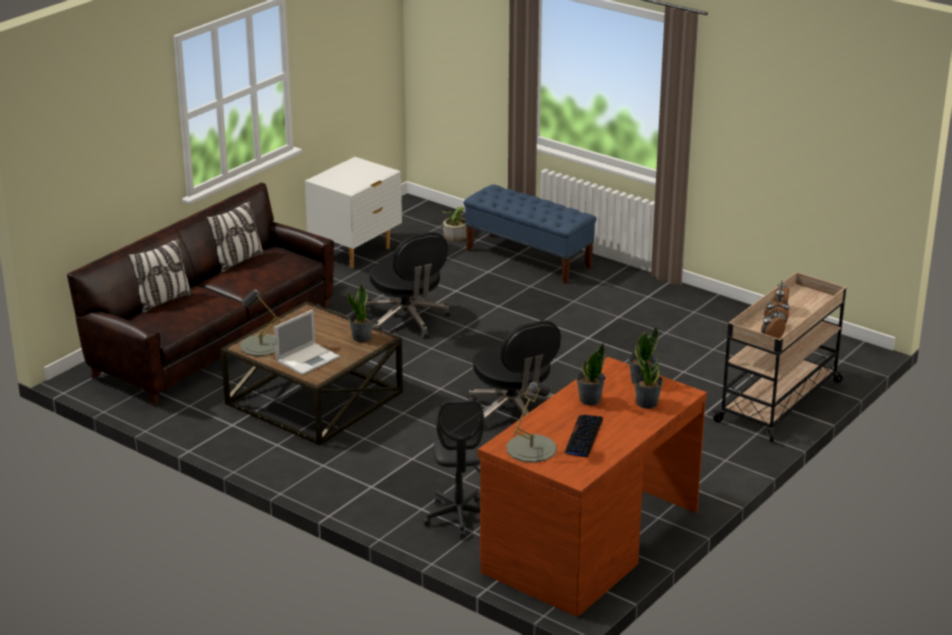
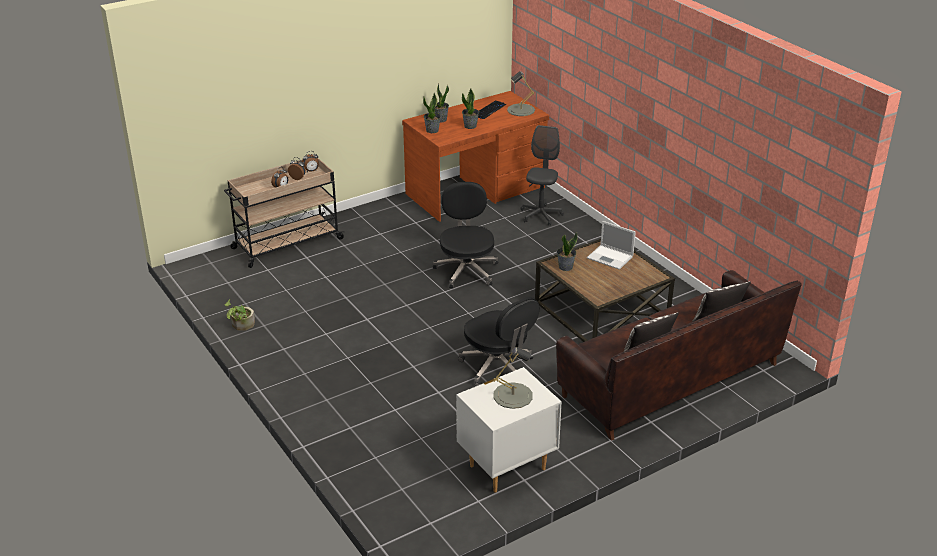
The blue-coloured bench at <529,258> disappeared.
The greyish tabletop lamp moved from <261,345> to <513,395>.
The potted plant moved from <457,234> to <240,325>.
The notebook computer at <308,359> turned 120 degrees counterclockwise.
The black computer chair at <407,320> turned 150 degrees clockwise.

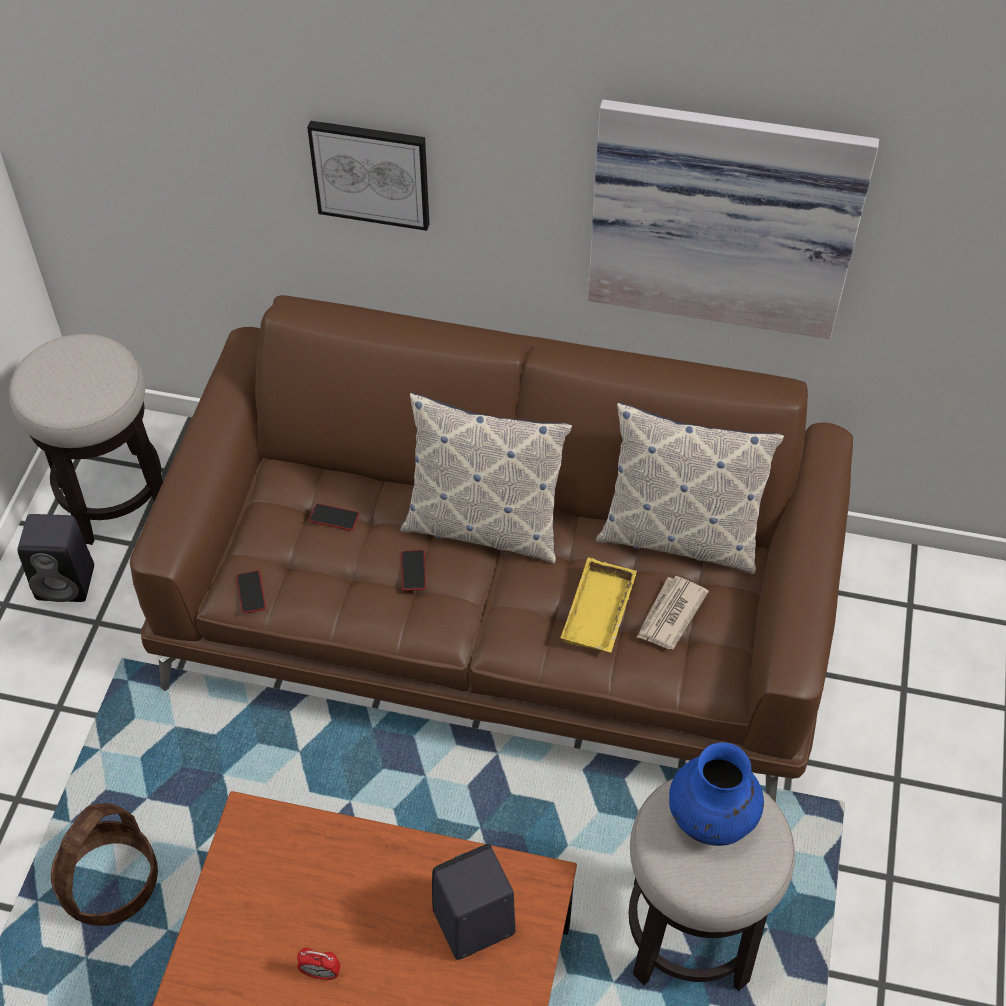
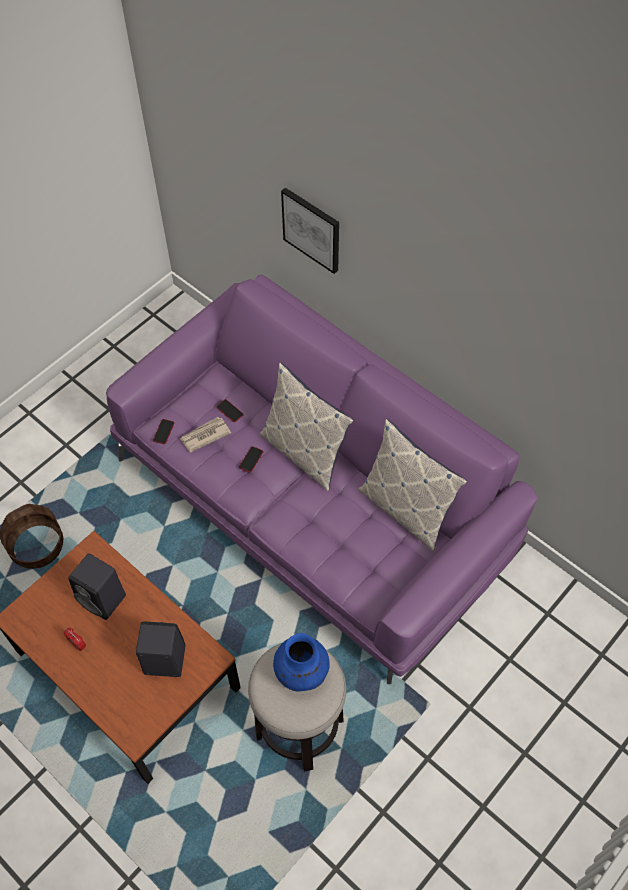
The sitting stool at <113,497> disappeared.
The yellow-coloured tray at <601,613> disappeared.
The wall picture at <724,215> disappeared.
The black audio speaker moved from <68,582> to <104,599>.
The daily paper moved from <670,615> to <205,435>.
The brownish sofa at <502,611> became the purple sofa at <314,502>.

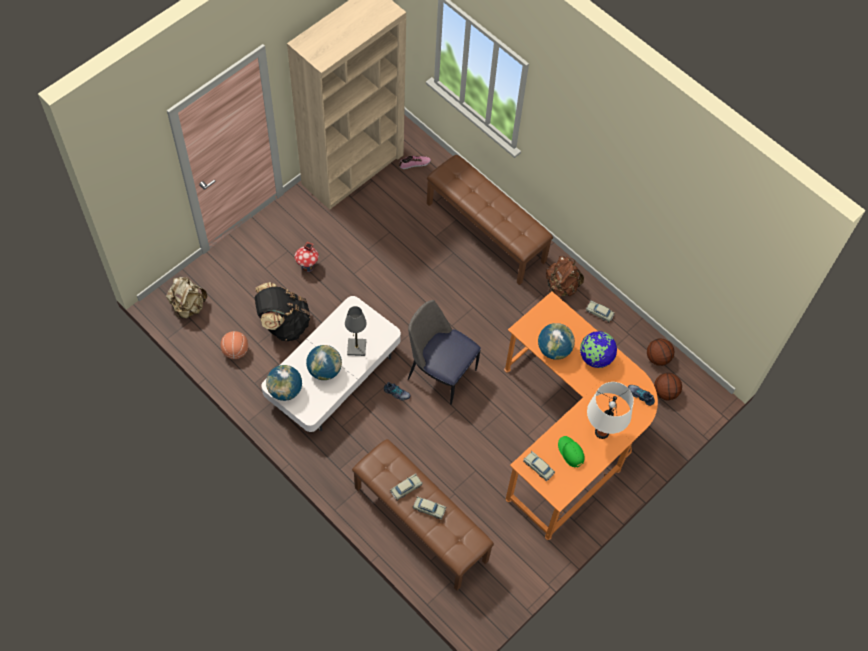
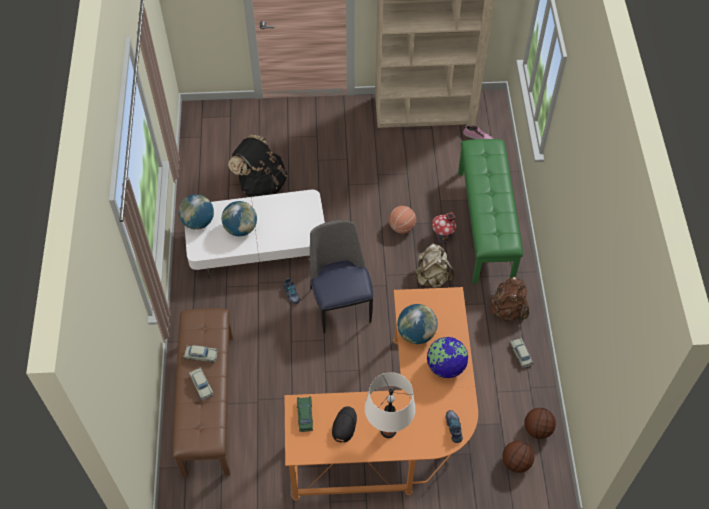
The greyish tabletop lamp at <356,347> disappeared.
The sand-coloured rucksack moved from <188,306> to <432,277>.
The basketball ball moved from <235,351> to <402,227>.
The model house moved from <307,266> to <442,236>.
The brownish bench at <486,232> became the greenish bench at <486,225>.
The sand-coloured miniature car at <538,467> became the greenish miniature car at <305,416>.
The greenish baseball cap at <570,452> became the black baseball cap at <344,425>.

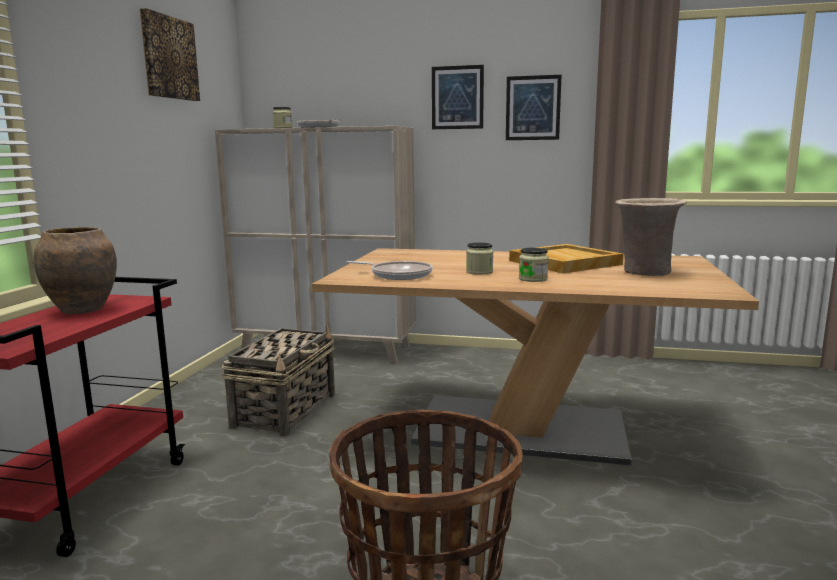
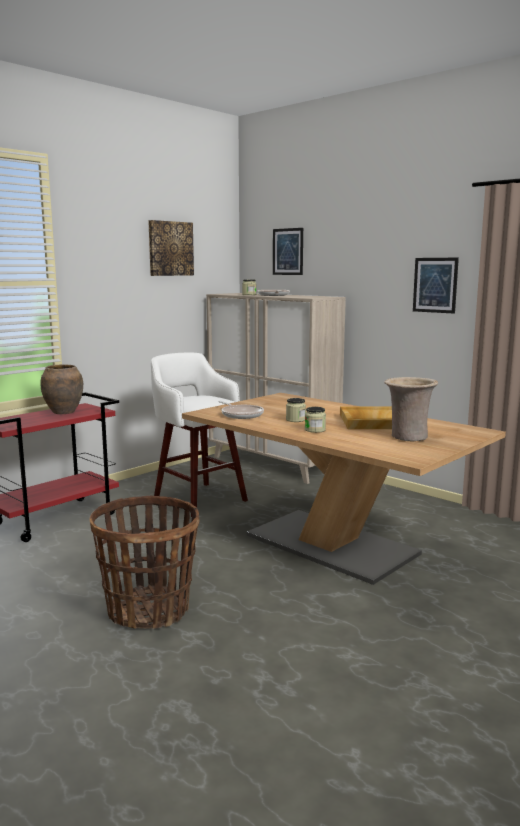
The wall picture moved from <457,97> to <288,251>.
The storage basket at <285,410> was replaced by the whitish sitting stool at <198,498>.

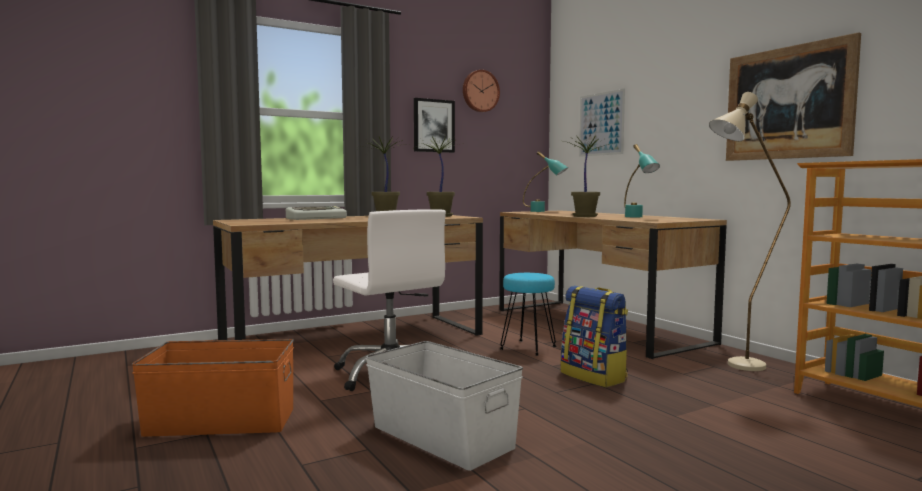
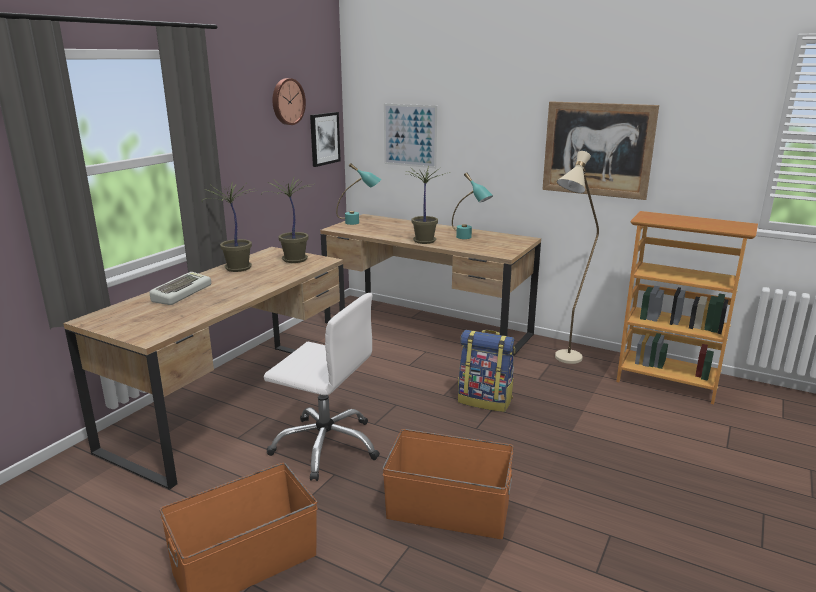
The turquoise-coloured sitting stool at <527,348> disappeared.
The wall picture moved from <433,126> to <324,138>.
The whitish storage box at <441,437> became the orange-coloured storage box at <448,511>.

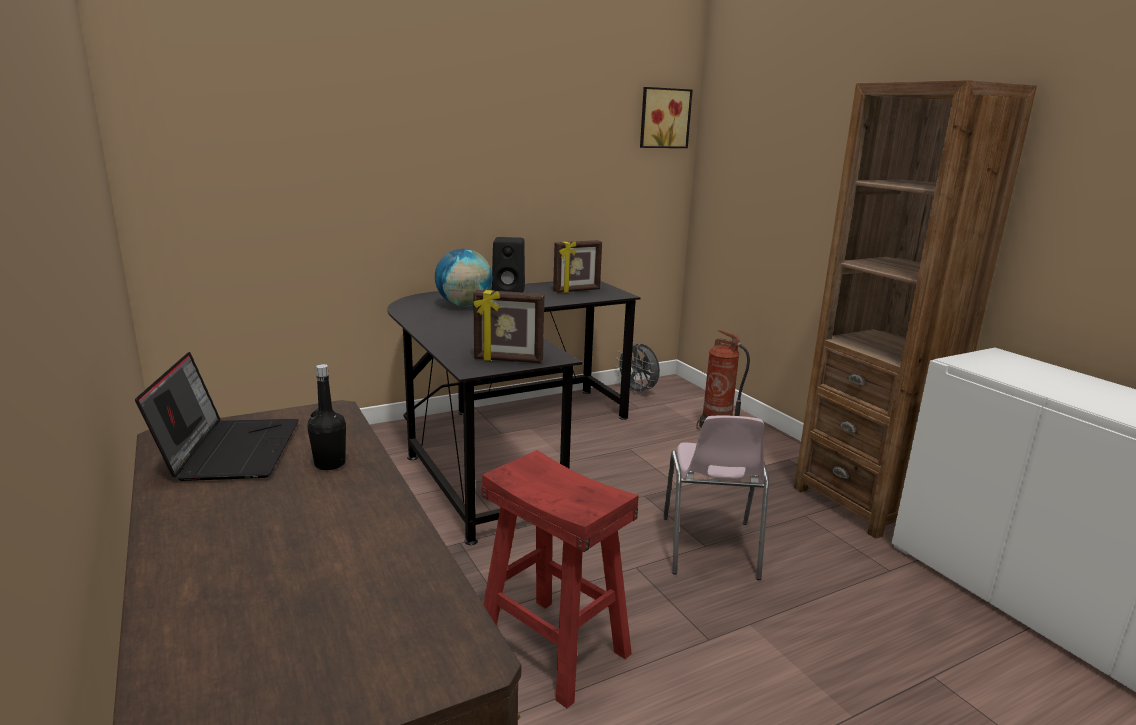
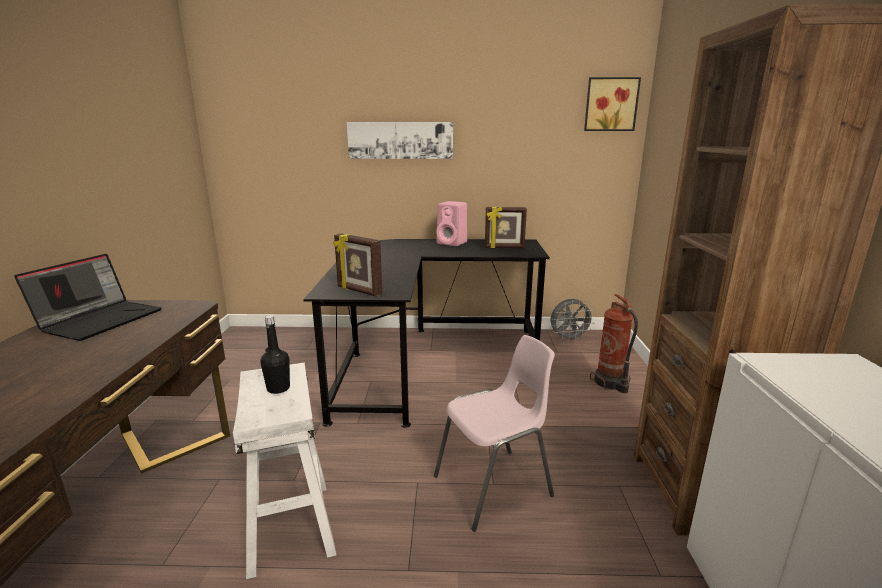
The globe at <464,305> disappeared.
The wall picture at <400,140> appeared.
The black bottle moved from <330,464> to <278,388>.
The red sitting stool at <554,647> became the whitish sitting stool at <291,525>.
The black audio speaker at <510,291> became the pink-coloured audio speaker at <453,243>.
The greyish cooling fan at <637,392> turned 90 degrees counterclockwise.
The pink-coloured plain chair at <709,548> turned 150 degrees counterclockwise.

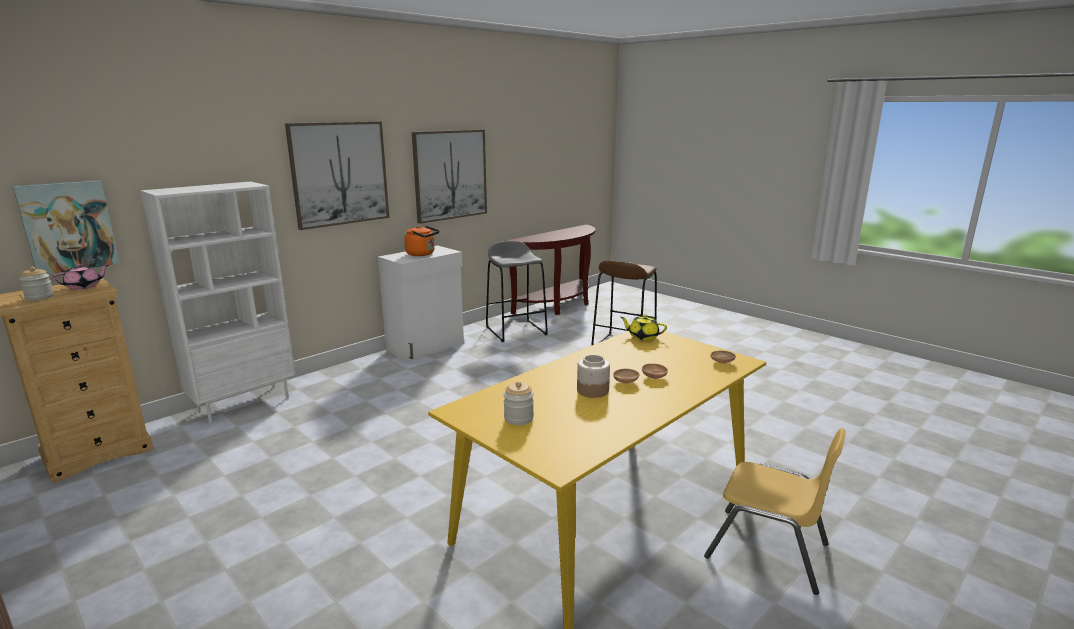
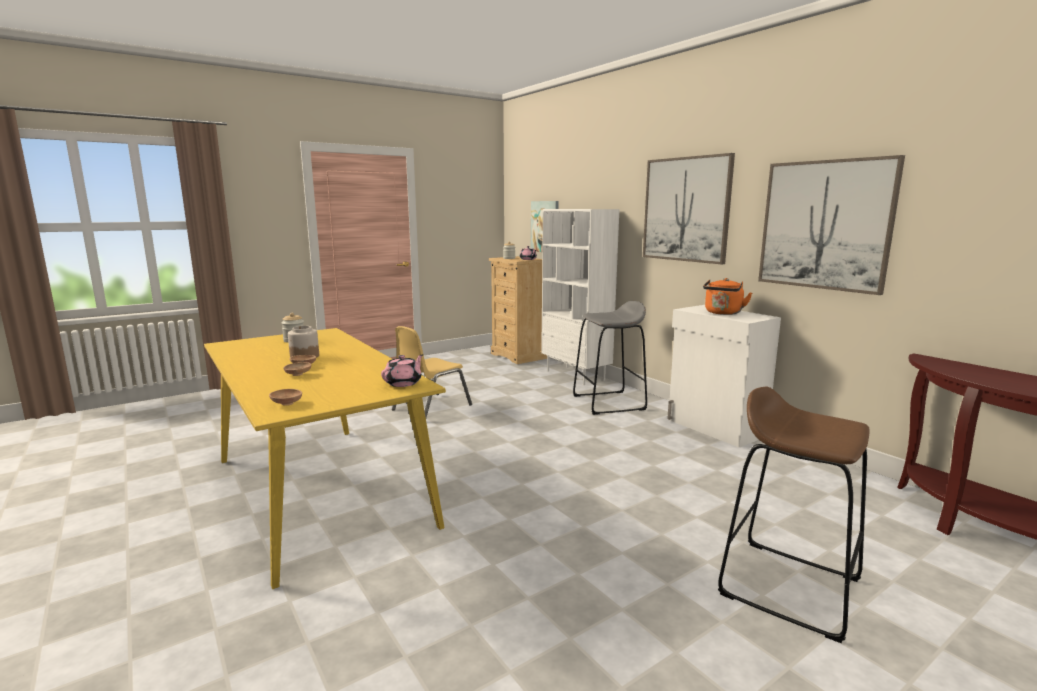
The greyish sitting stool moved from <516,330> to <609,402>.
The yellow-coloured plain chair moved from <767,550> to <431,407>.
The yellow-coloured teapot at <642,336> became the pink-coloured teapot at <403,383>.

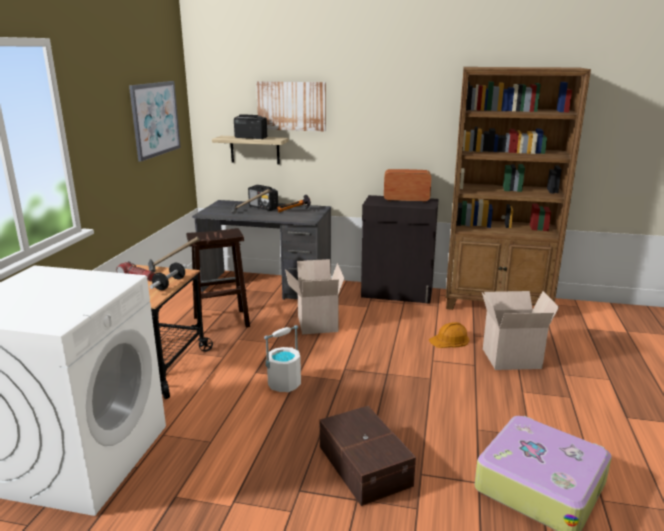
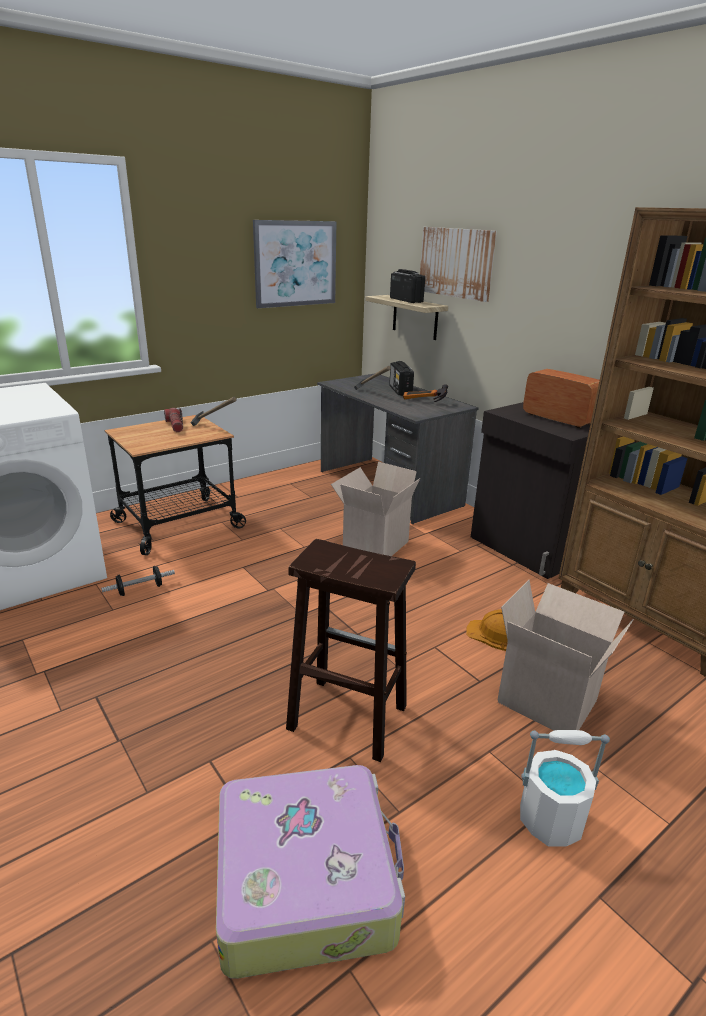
The brownish storage box at <365,464> disappeared.
The hand weight moved from <169,284> to <140,589>.
The brownish sitting stool moved from <220,322> to <345,717>.
The whitish water bucket moved from <284,384> to <551,819>.

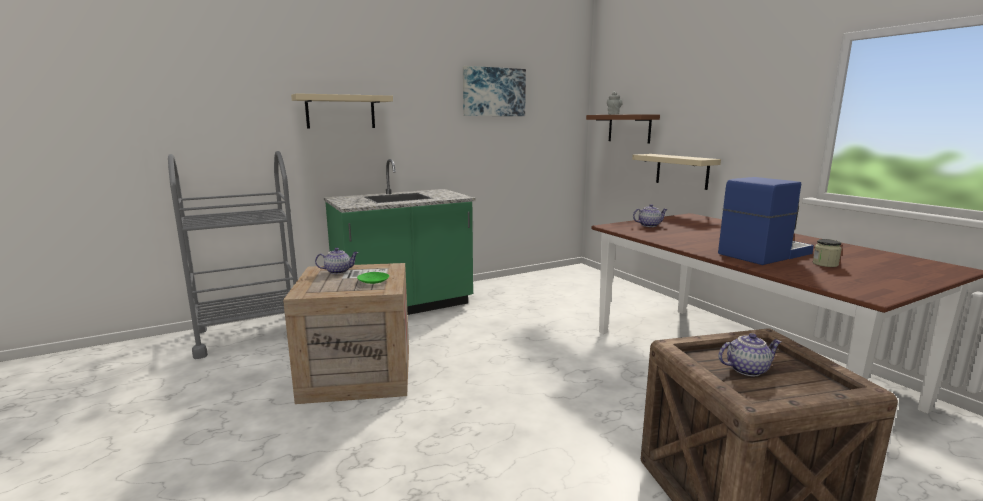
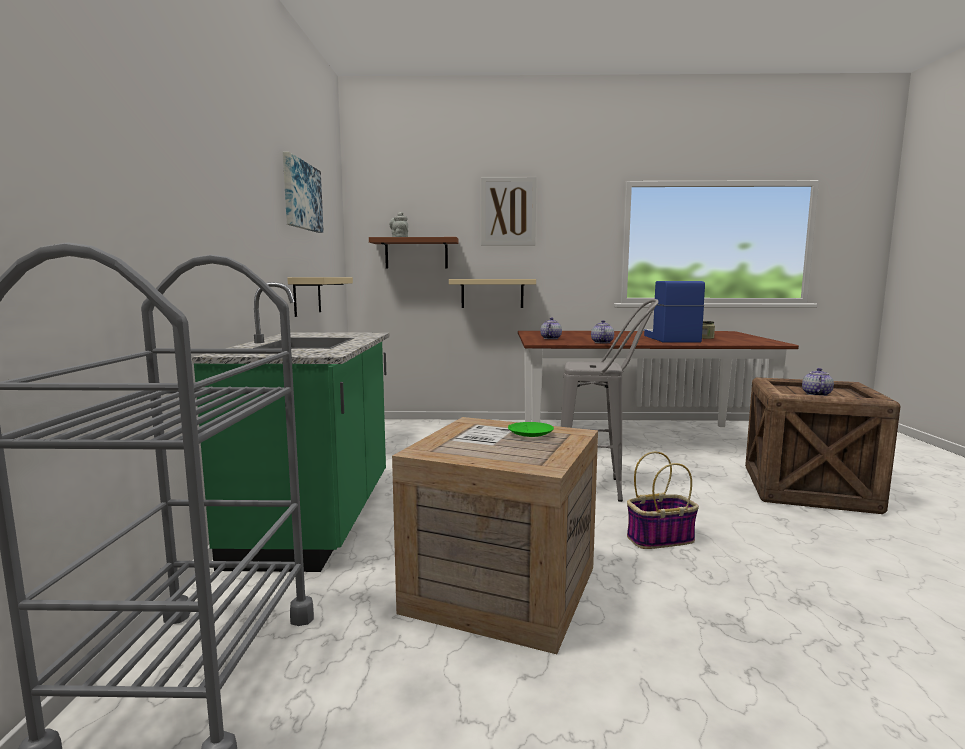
The wall picture at <508,211> appeared.
The greyish sitting stool at <602,489> appeared.
The storage basket at <660,538> appeared.
The sand-coloured bracket shelf moved from <340,112> to <307,295>.
The teapot moved from <338,271> to <601,342>.

